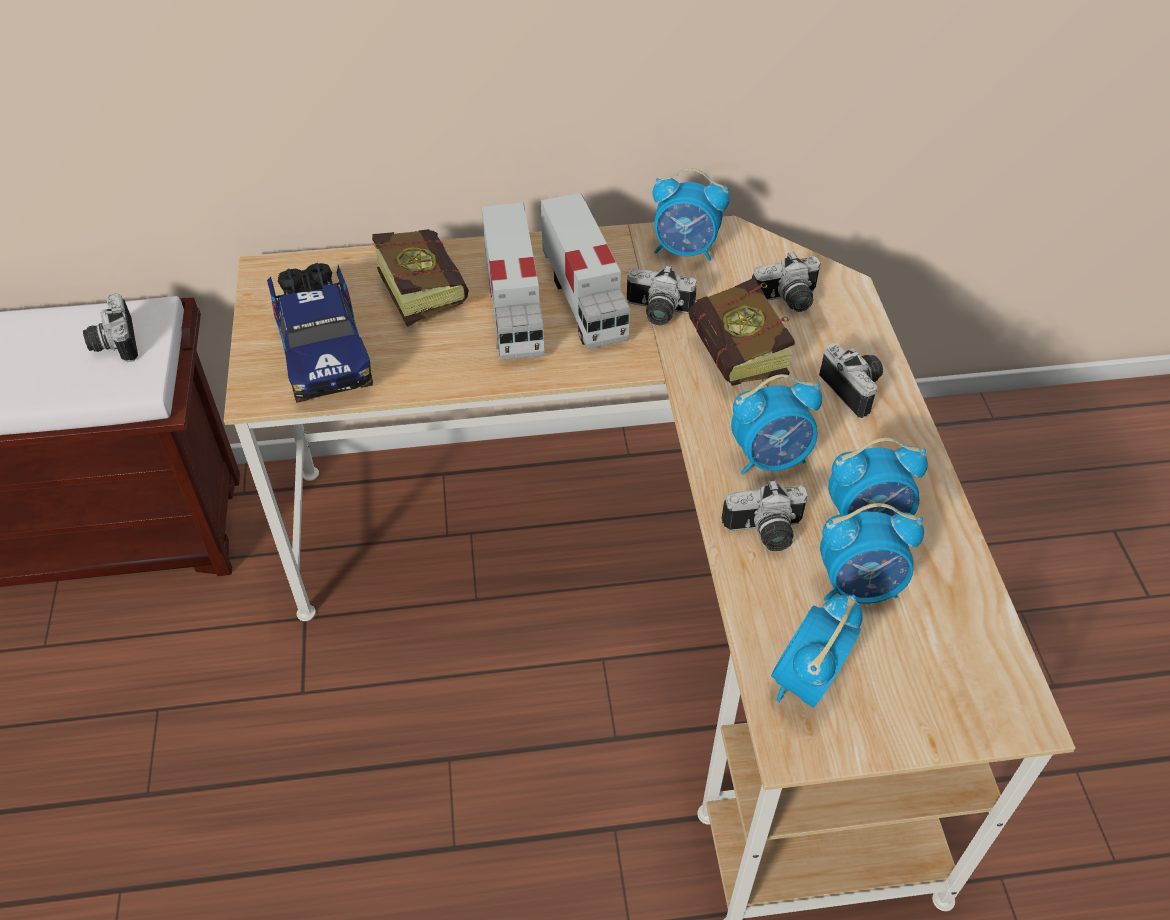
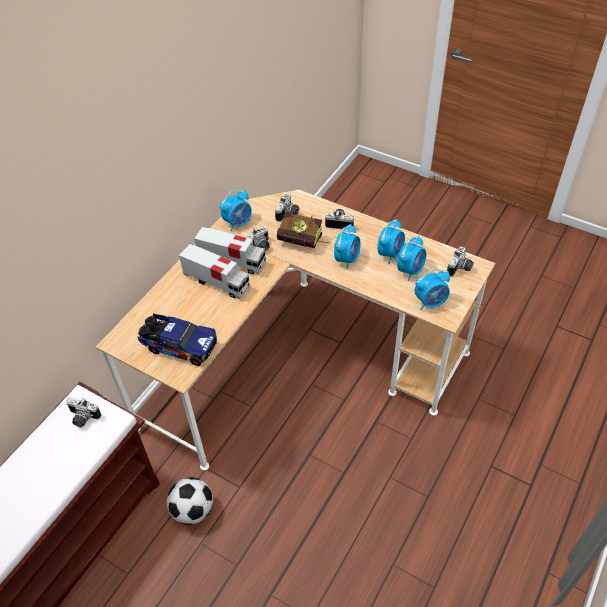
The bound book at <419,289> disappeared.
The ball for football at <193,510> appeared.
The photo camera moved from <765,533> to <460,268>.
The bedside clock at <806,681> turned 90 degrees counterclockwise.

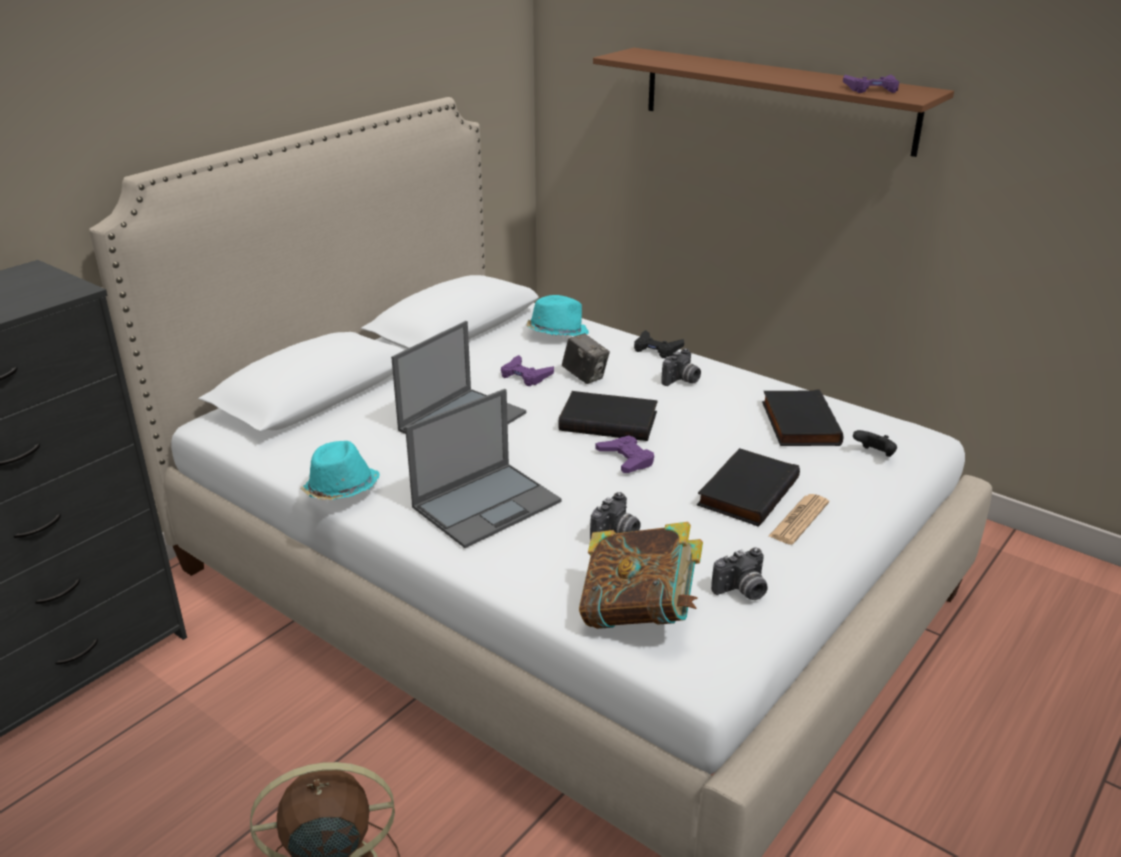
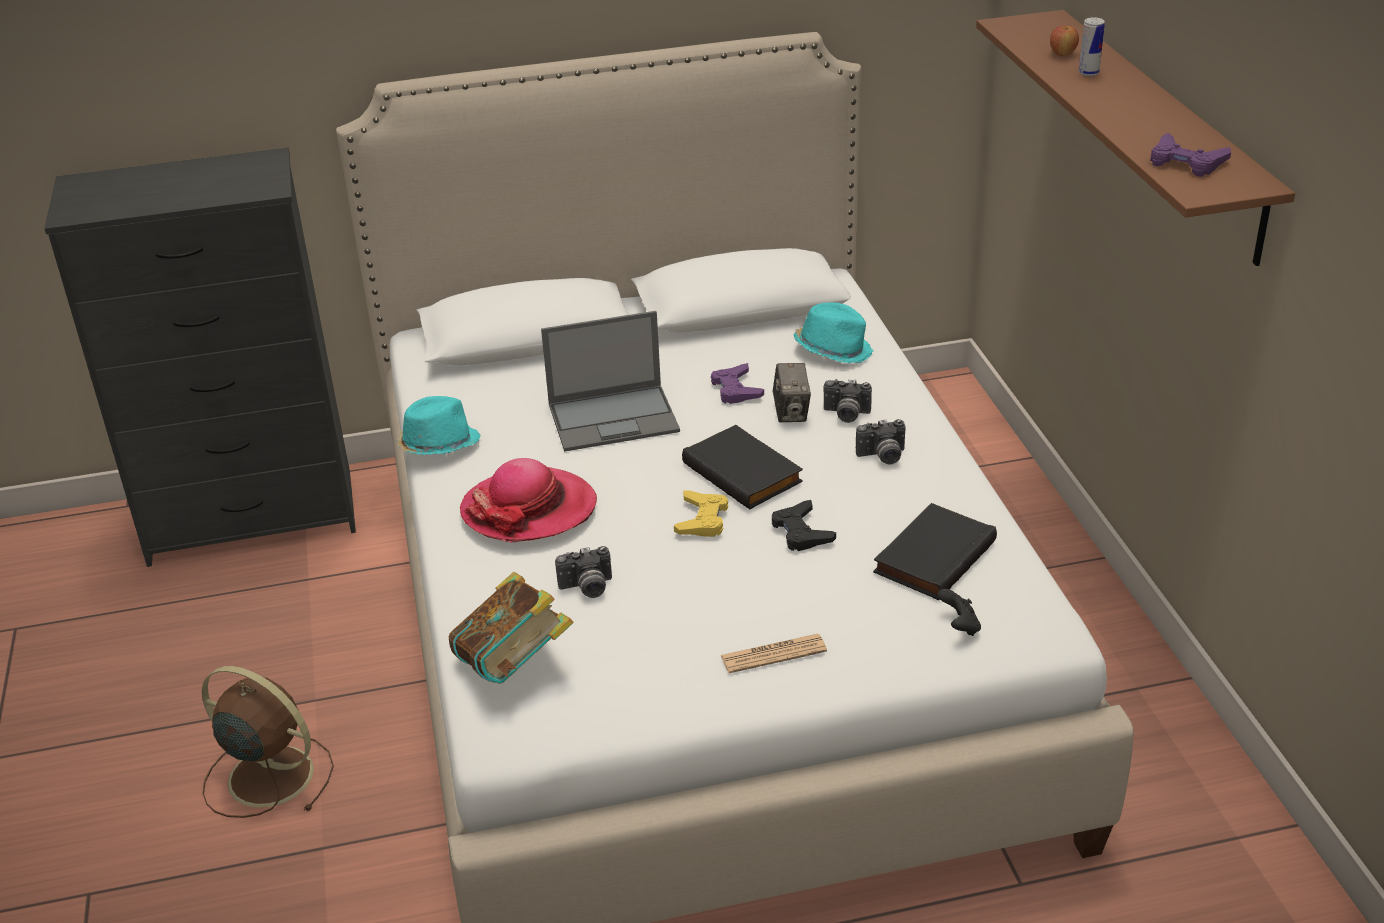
The black bound book at <746,491> disappeared.
The whole apple at <1062,54> appeared.
The metal can at <1088,73> appeared.
The black game controller moved from <656,349> to <801,532>.
The photo camera moved from <742,591> to <846,415>.
The notebook computer at <487,503> was replaced by the wearable hat at <529,510>.
The purple game controller at <626,459> became the yellow-coloured game controller at <702,519>.

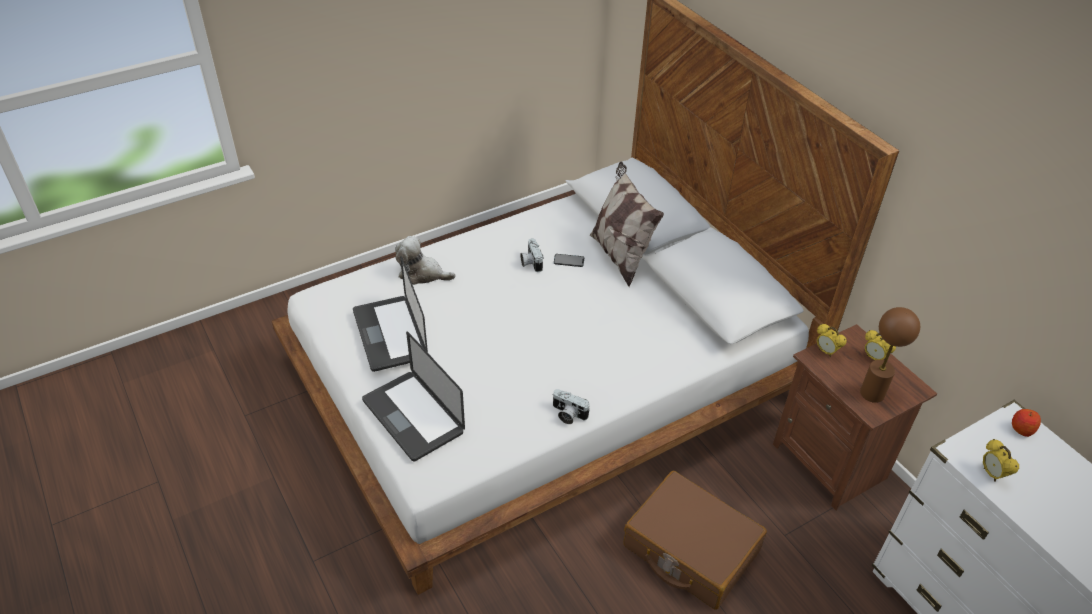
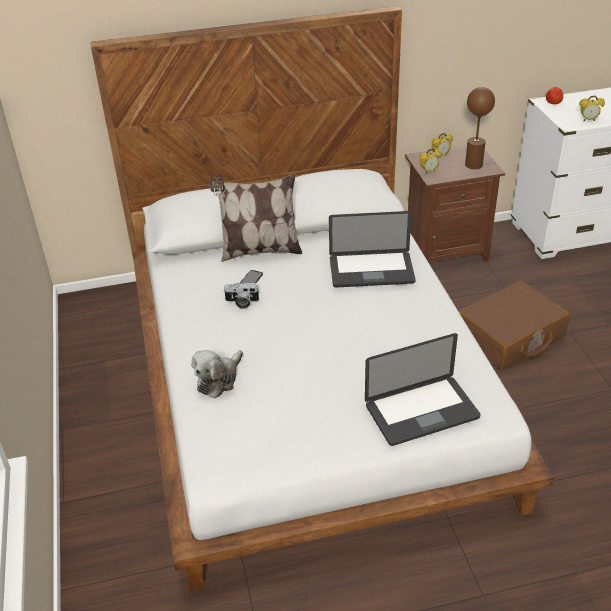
The photo camera at <568,414> disappeared.
The notebook computer moved from <390,334> to <371,271>.

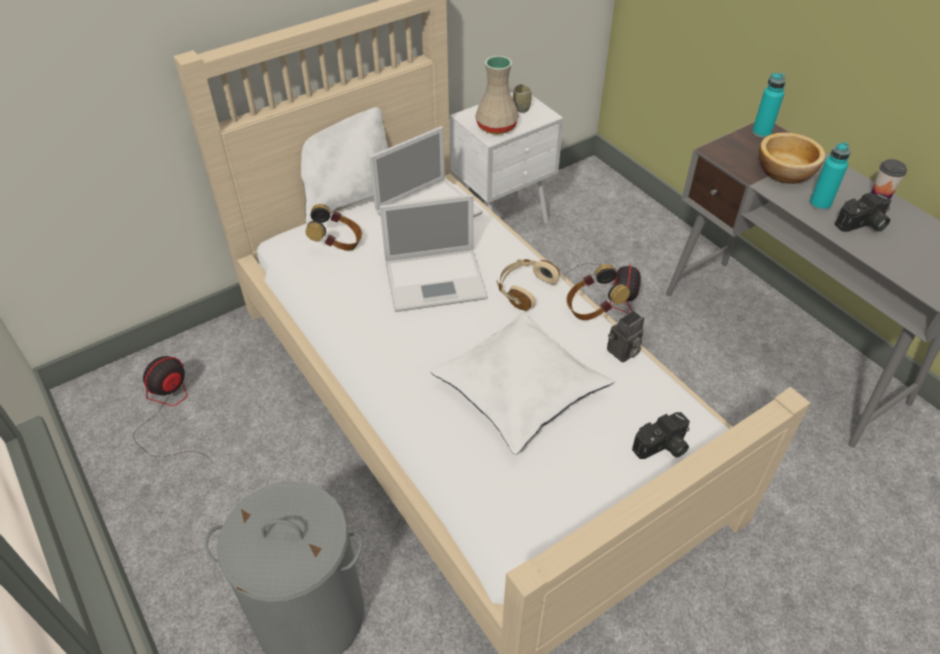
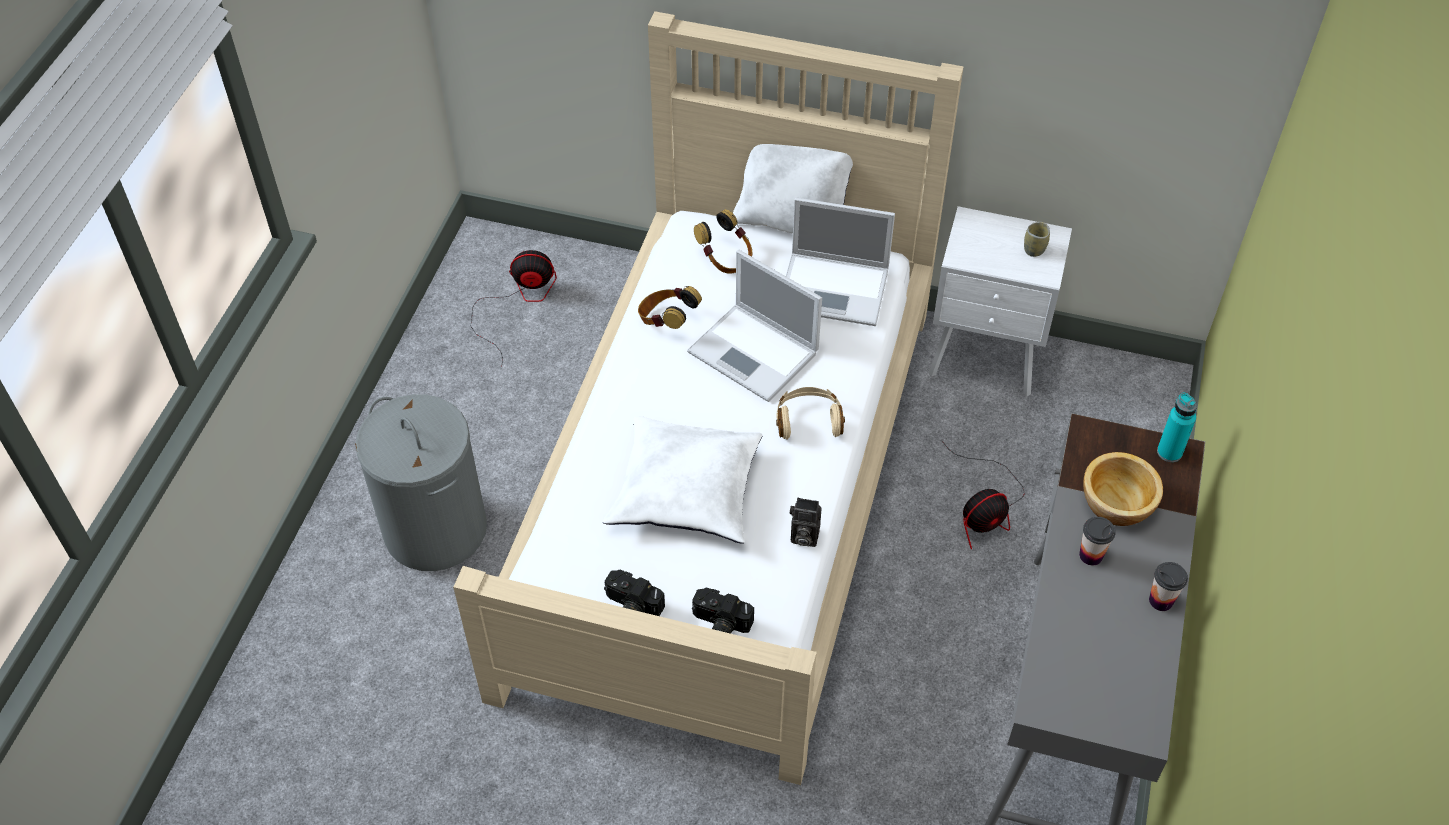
The sand-coloured vase at <497,127> disappeared.
The headphones moved from <592,309> to <667,321>.
The photo camera moved from <862,225> to <631,606>.
The turquoise-coloured bottle at <820,204> was replaced by the small cup at <1091,555>.

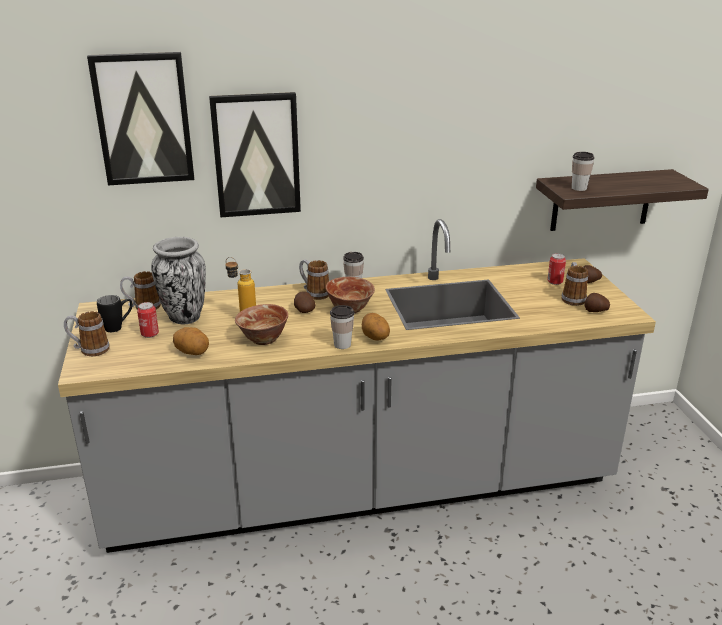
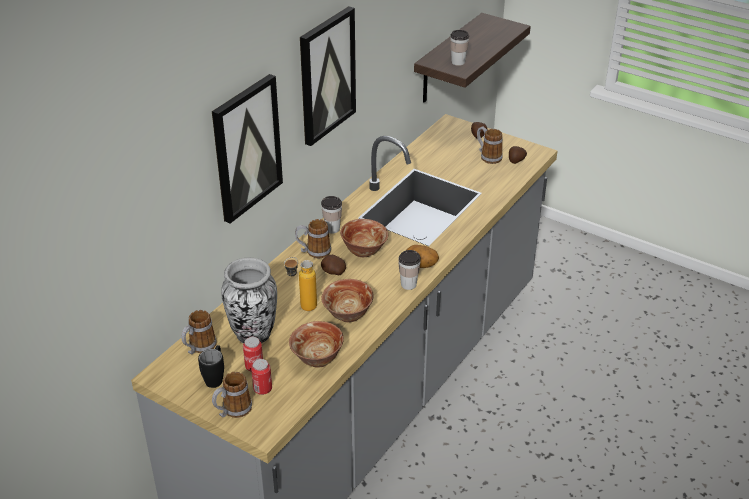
The wall picture moved from <143,119> to <326,75>.
The metal can moved from <555,282> to <262,389>.
The spud at <192,352> was replaced by the serving bowl at <317,359>.

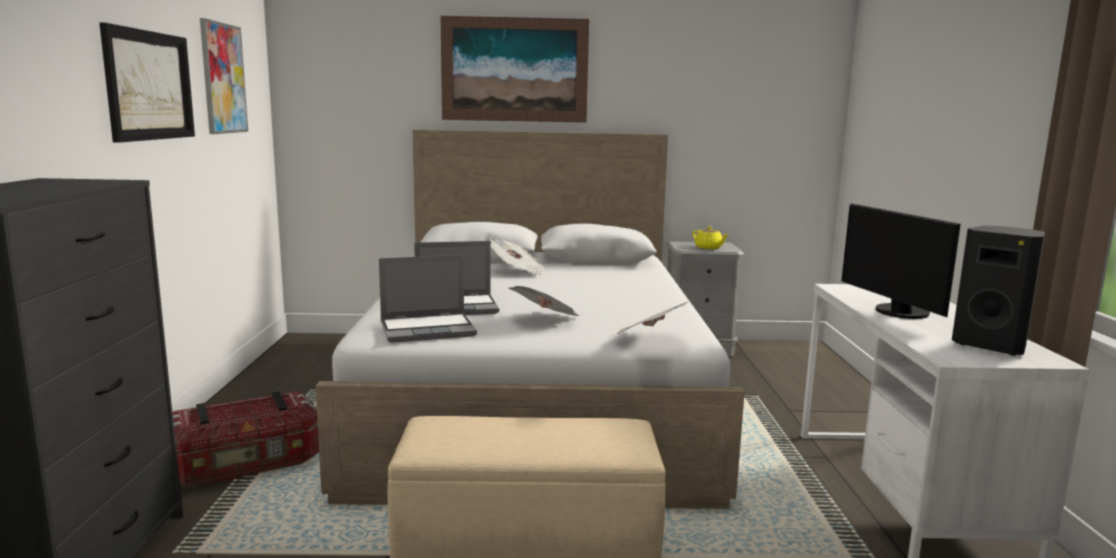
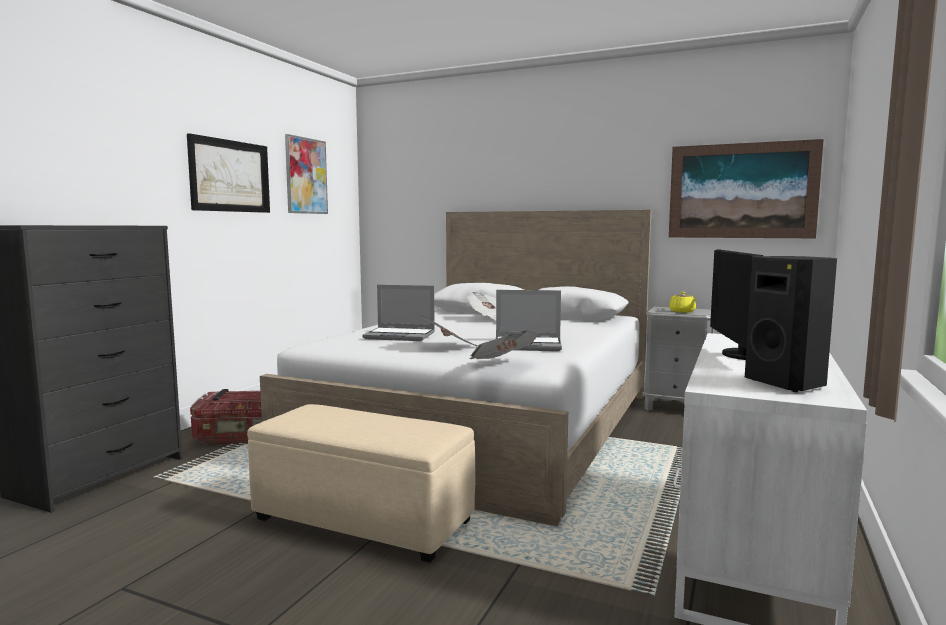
The notebook computer moved from <429,330> to <528,345>.
The wall picture moved from <514,70> to <741,191>.

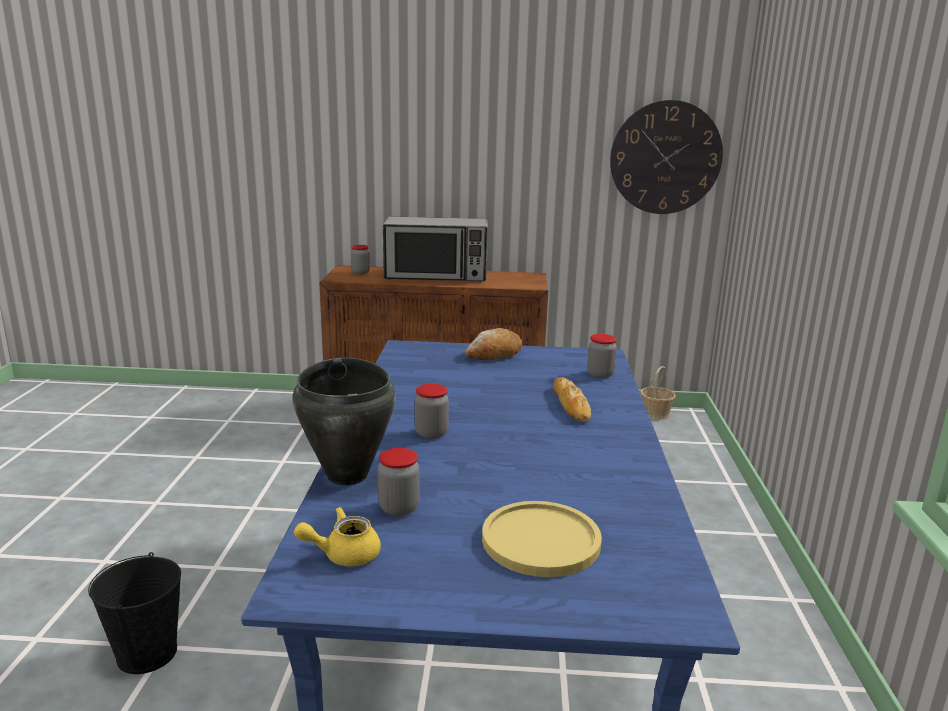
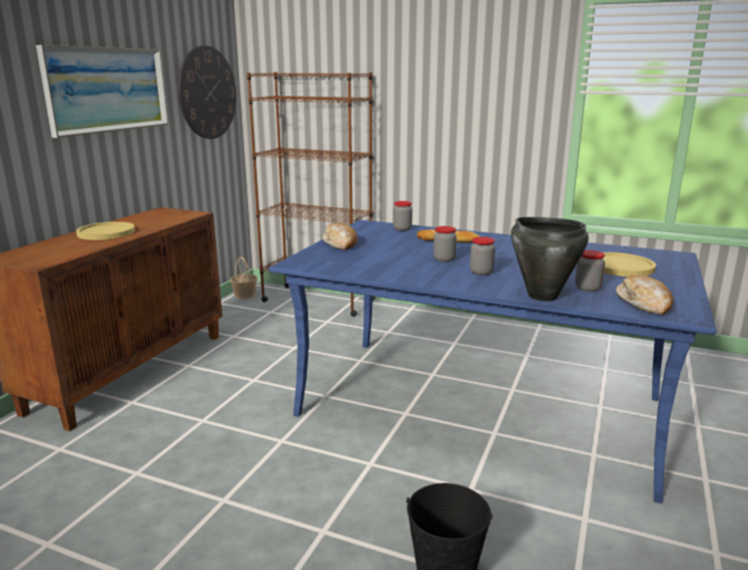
The wall picture at <107,89> appeared.
The brownish shelving unit at <317,300> appeared.
The storage jar moved from <360,272> to <444,259>.
The yellow-coloured teapot at <343,554> was replaced by the bakery bread at <644,303>.
The microwave oven at <436,276> was replaced by the yellow-coloured plate at <106,232>.

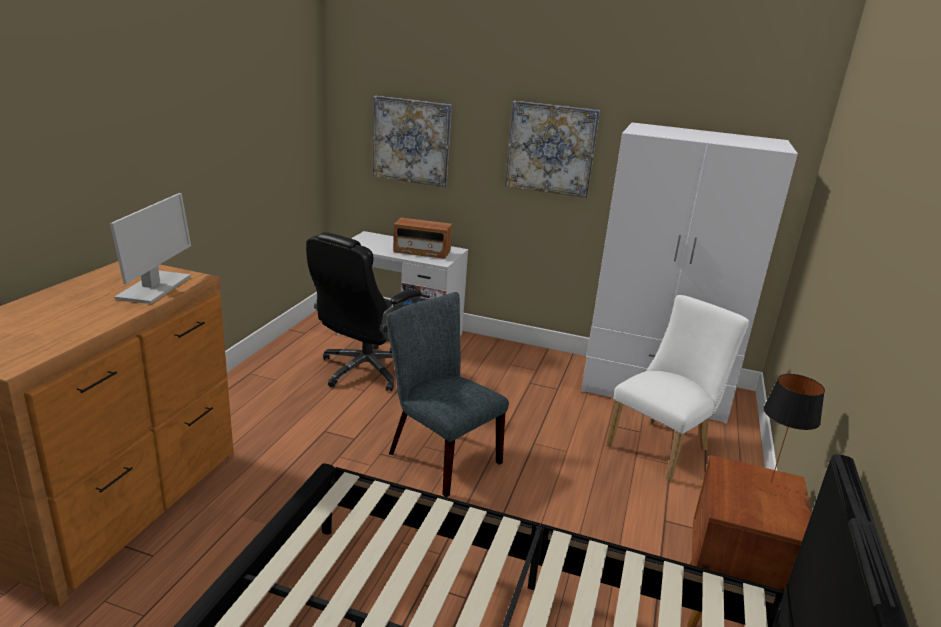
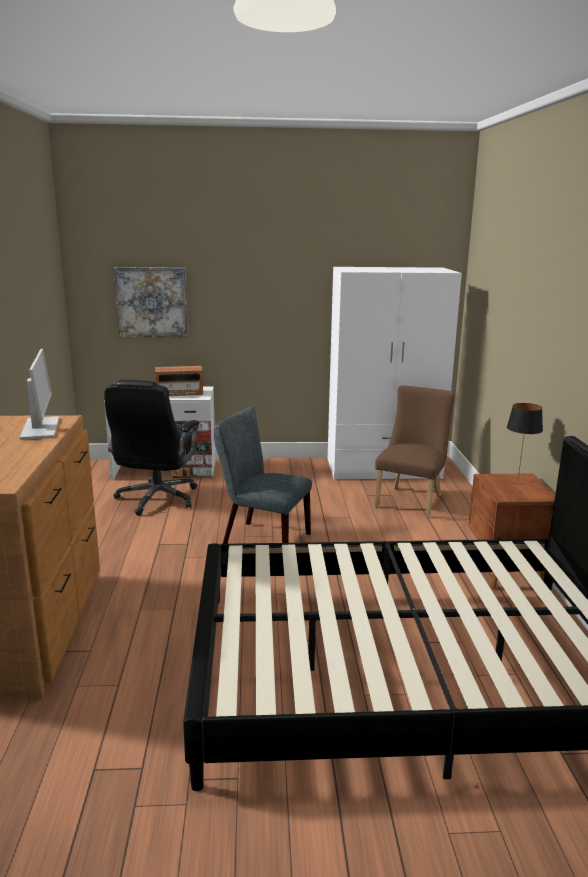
The wall picture at <551,149> disappeared.
The whitish plain chair at <662,446> became the brownish plain chair at <411,500>.

